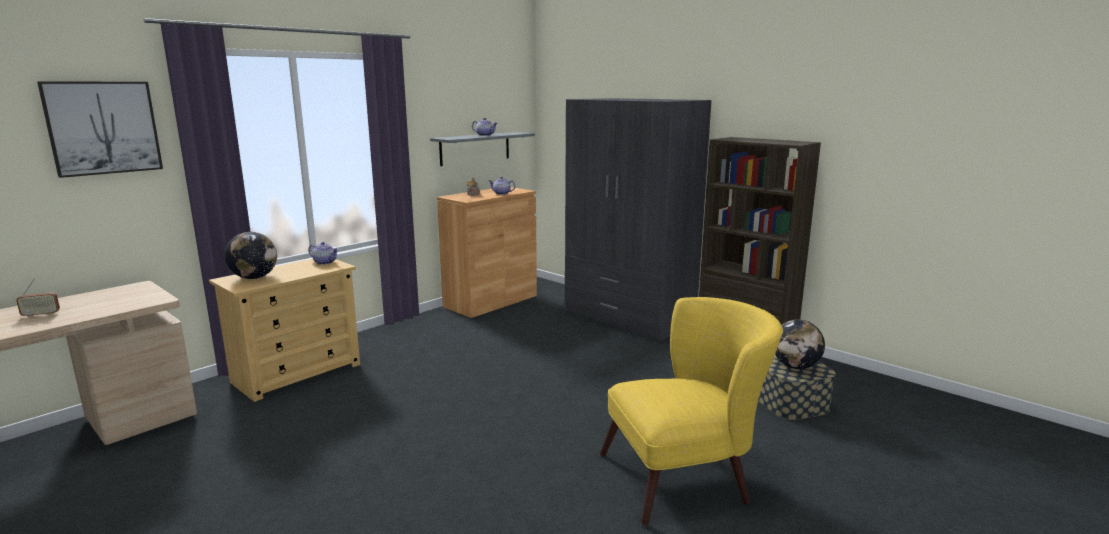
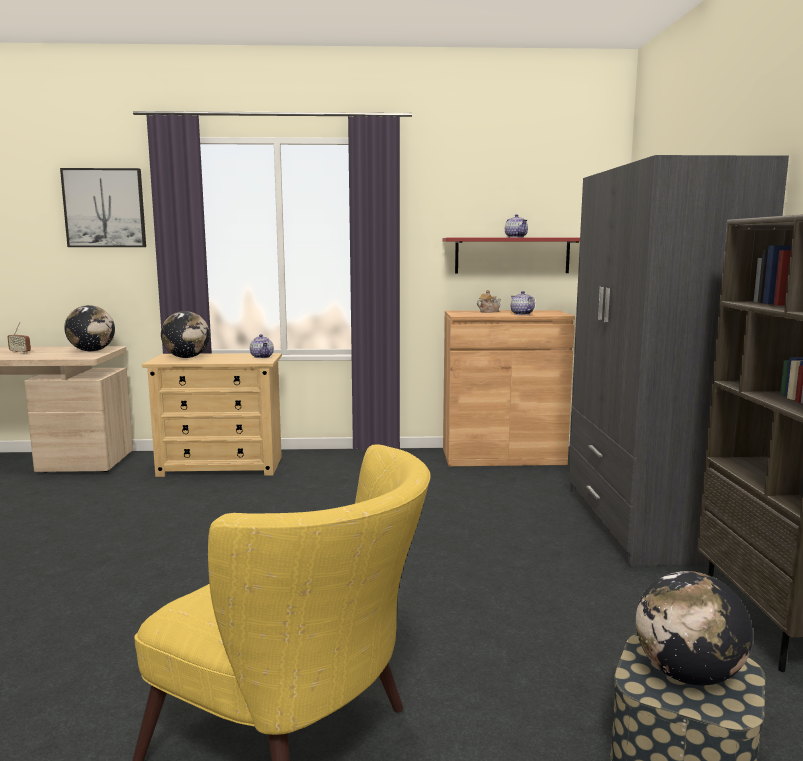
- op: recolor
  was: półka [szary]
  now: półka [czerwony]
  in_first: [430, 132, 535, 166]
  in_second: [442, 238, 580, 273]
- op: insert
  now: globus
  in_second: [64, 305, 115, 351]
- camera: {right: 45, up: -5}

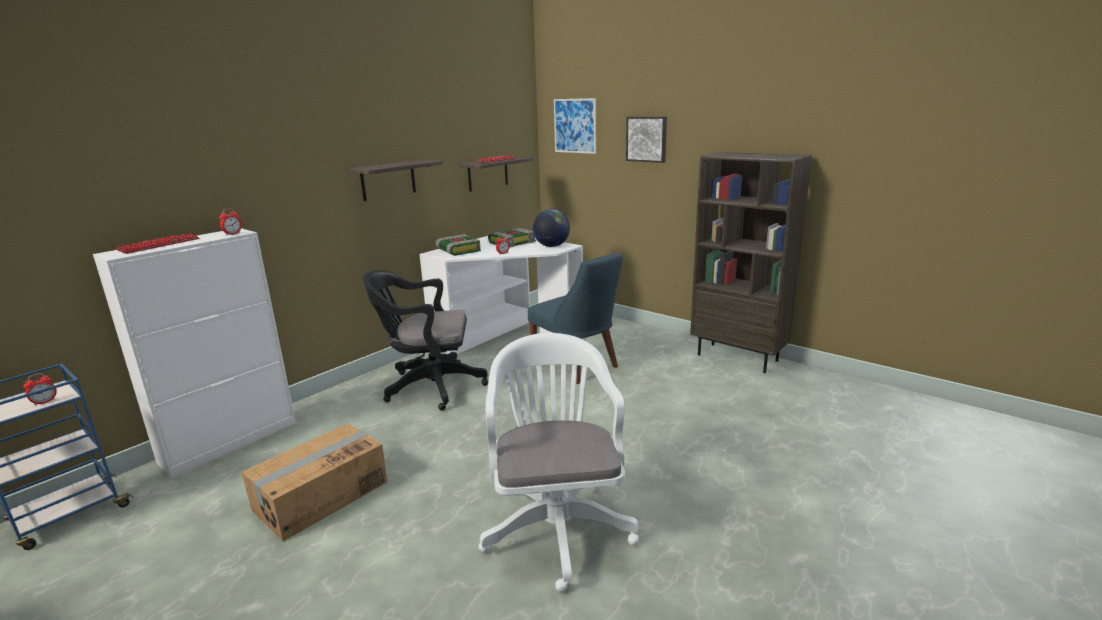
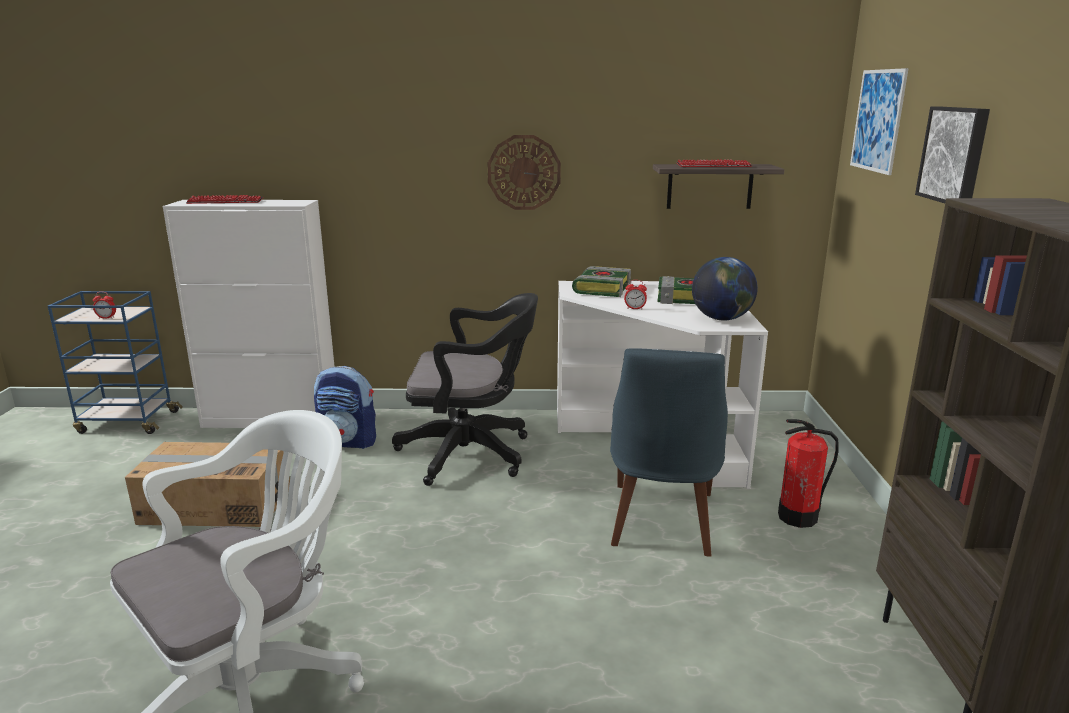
- op: delete
  was: budzik
  in_first: [219, 208, 242, 236]
- op: replace
  was: półka
  now: zegar ścienny
  in_first: [348, 160, 442, 201]
  in_second: [487, 135, 561, 210]
- op: rotate
  was: krzesło biurowe [czarny]
  in_first: [363, 270, 488, 411]
  in_second: [392, 293, 538, 486]
  clockwise: 135
- op: insert
  now: plecak
  in_second: [314, 366, 376, 449]
- op: insert
  now: gaśnica
  in_second: [778, 419, 839, 528]
- camera: {right: 50, up: 0}

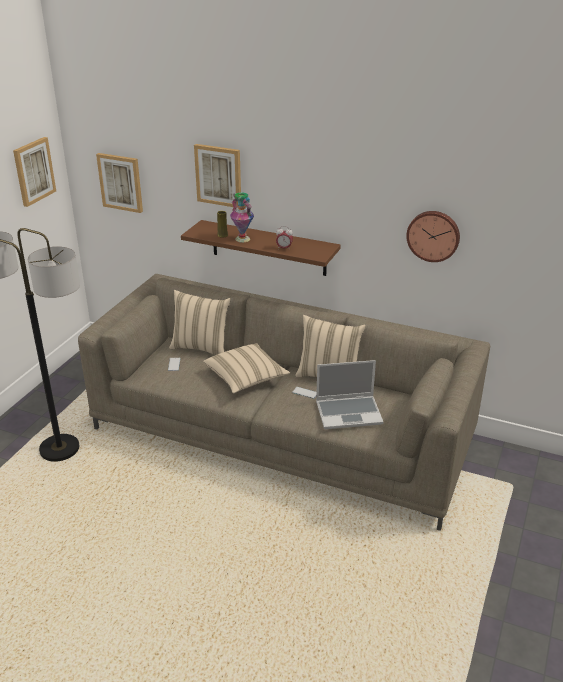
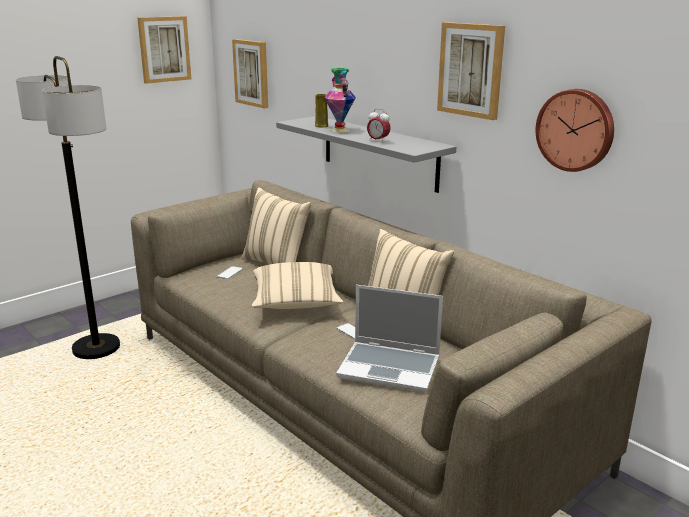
- op: recolor
  was: półka [brązowy]
  now: półka [szary]
  in_first: [181, 220, 341, 276]
  in_second: [276, 116, 456, 193]
- op: move
  was: obraz
  in_first: [194, 144, 241, 207]
  in_second: [437, 22, 505, 120]
- camera: {right: 25, up: -10}

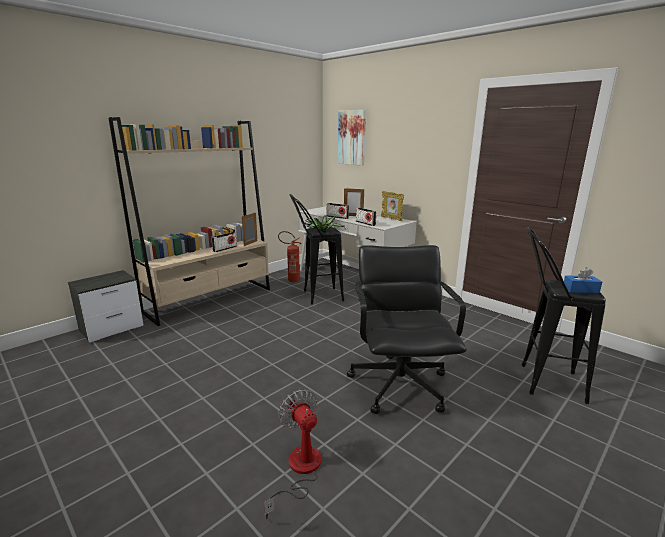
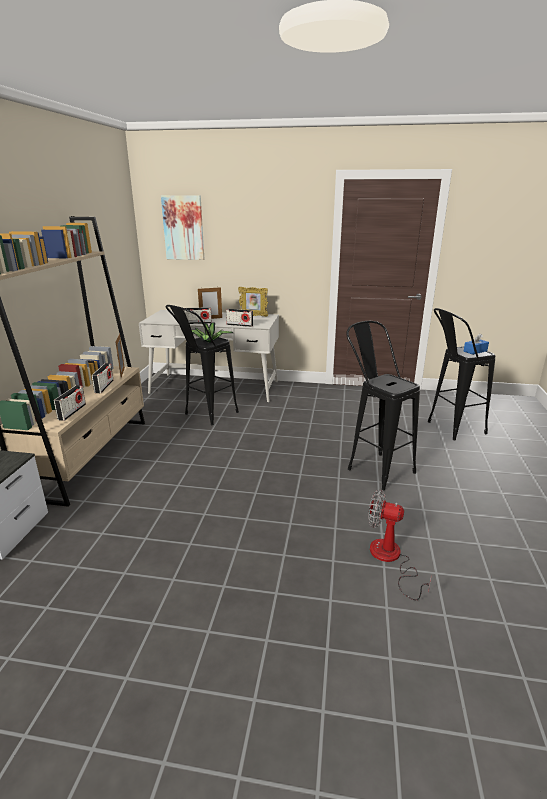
- op: delete
  was: gaśnica
  in_first: [278, 231, 301, 282]
- op: replace
  was: krzesło biurowe [czarny]
  now: stołek [czarny]
  in_first: [347, 245, 467, 414]
  in_second: [346, 321, 420, 490]
- op: insert
  now: radio
  in_second: [54, 385, 86, 421]
- camera: {right: -35, up: 5}

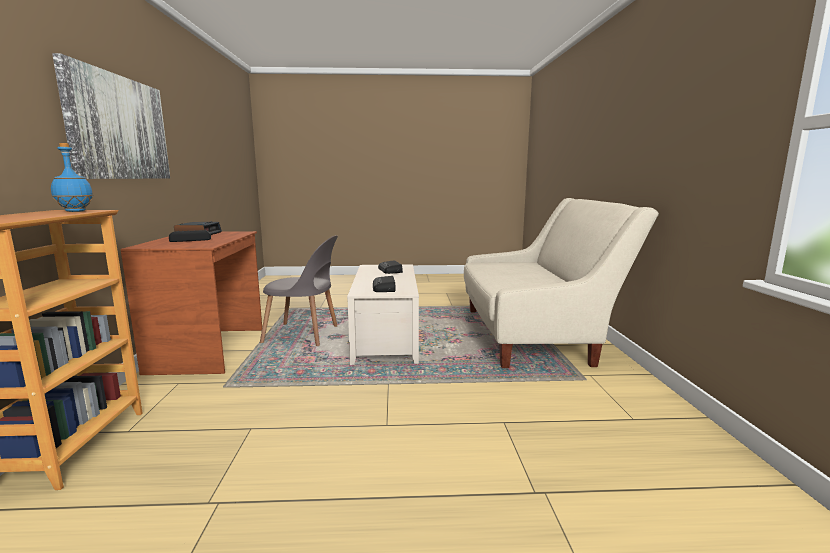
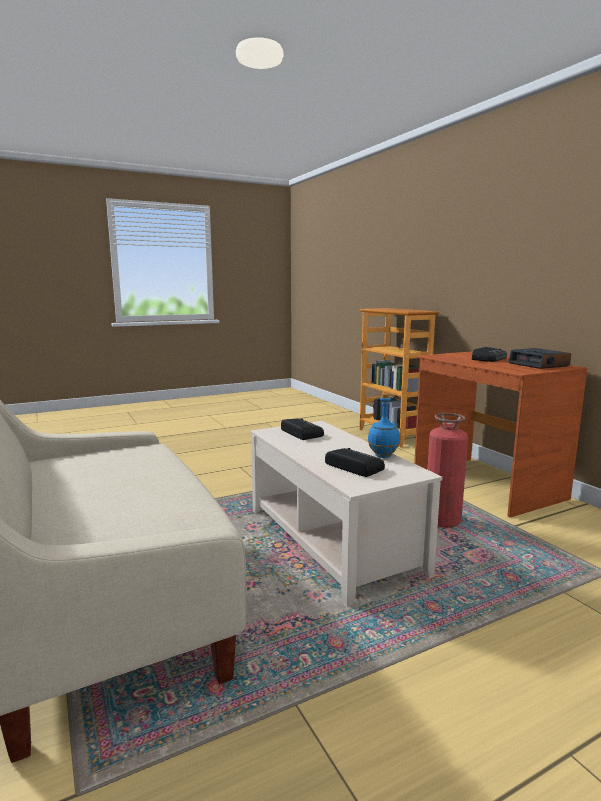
- op: move
  was: butelka [niebieski]
  in_first: [51, 143, 93, 212]
  in_second: [368, 393, 400, 458]
- op: delete
  was: obraz
  in_first: [52, 53, 170, 179]
- op: replace
  was: krzesło [szary]
  now: gaśnica
  in_first: [260, 235, 338, 346]
  in_second: [427, 413, 468, 528]
- camera: {right: 155, up: 0}

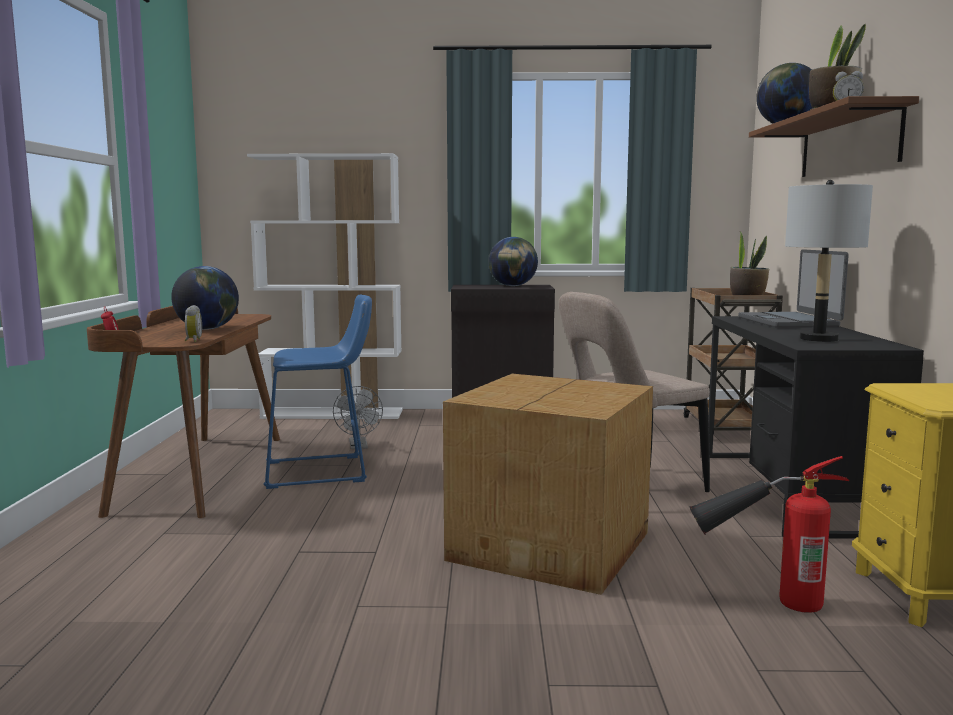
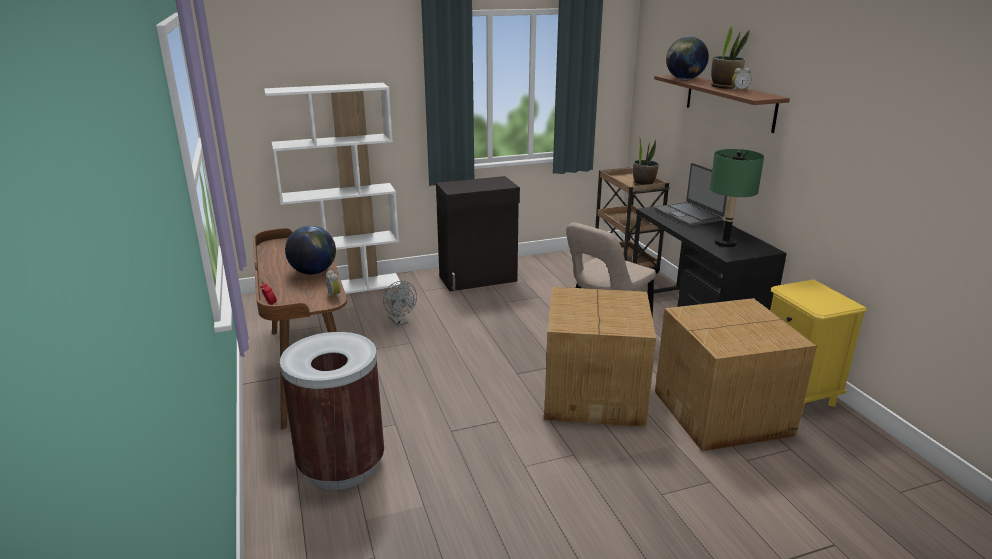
- op: delete
  was: stołek [niebieski]
  in_first: [264, 294, 372, 489]
- op: delete
  was: globus
  in_first: [488, 237, 538, 286]
- op: replace
  was: gaśnica
  now: karton
  in_first: [689, 456, 849, 613]
  in_second: [655, 298, 817, 451]
- op: recolor
  was: lampa stołowa [szary]
  now: lampa stołowa [zielony]
  in_first: [785, 180, 873, 342]
  in_second: [710, 149, 764, 247]
- op: insert
  now: kosz na śmieci [brązowy]
  in_second: [280, 332, 384, 490]
- camera: {right: -20, up: 15}

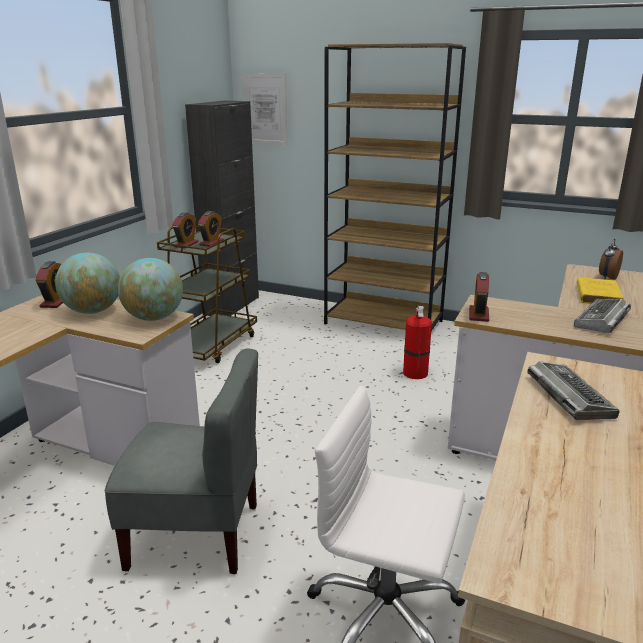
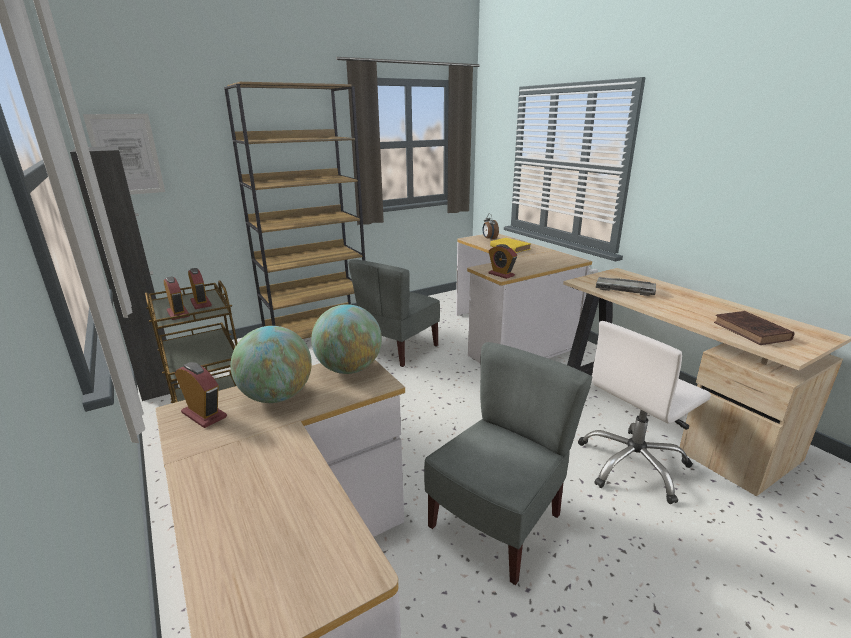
- op: replace
  was: gaśnica
  now: krzesło [szary]
  in_first: [403, 305, 432, 379]
  in_second: [348, 259, 440, 367]
- op: delete
  was: klawiatura
  in_first: [574, 299, 631, 333]
- op: insert
  now: książka [brązowy]
  in_second: [714, 311, 794, 345]
- camera: {right: -55, up: 0}

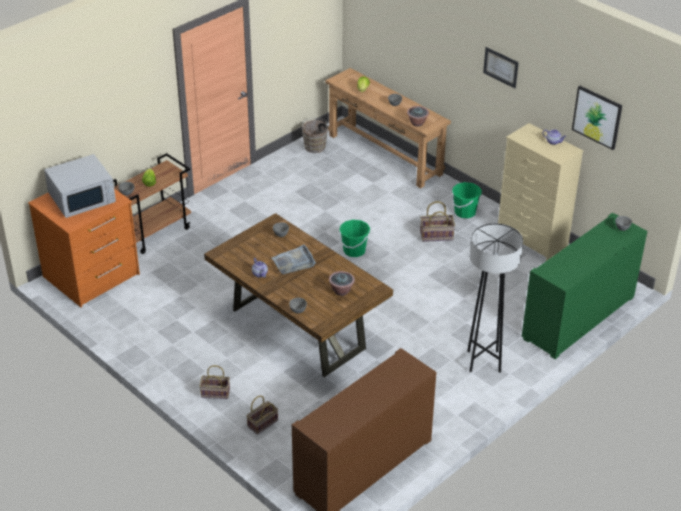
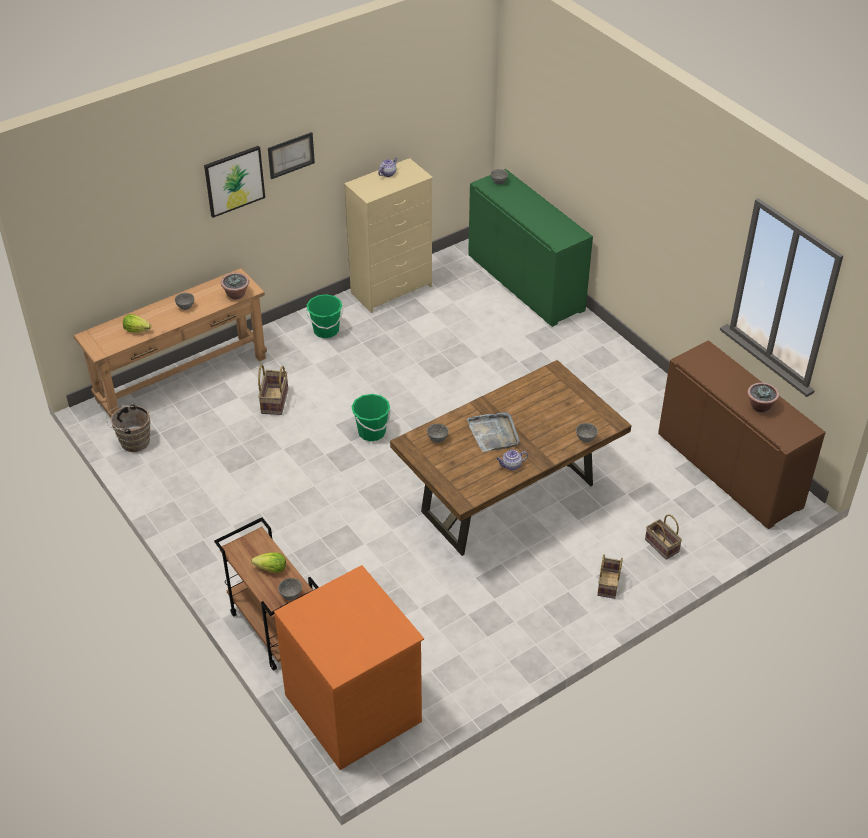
- op: delete
  was: mikrofalówka [biały]
  in_first: [44, 154, 116, 218]
- op: move
  was: roślina doniczkowa
  in_first: [329, 271, 355, 296]
  in_second: [747, 382, 779, 412]
- op: move
  was: koszyk
  in_first: [420, 201, 455, 242]
  in_second: [258, 364, 288, 415]
- op: delete
  was: lampa stojąca [szary]
  in_first: [467, 223, 523, 373]
- op: move
  was: obraz
  in_first: [572, 86, 622, 150]
  in_second: [204, 146, 265, 218]
- camera: {right: -80, up: 5}

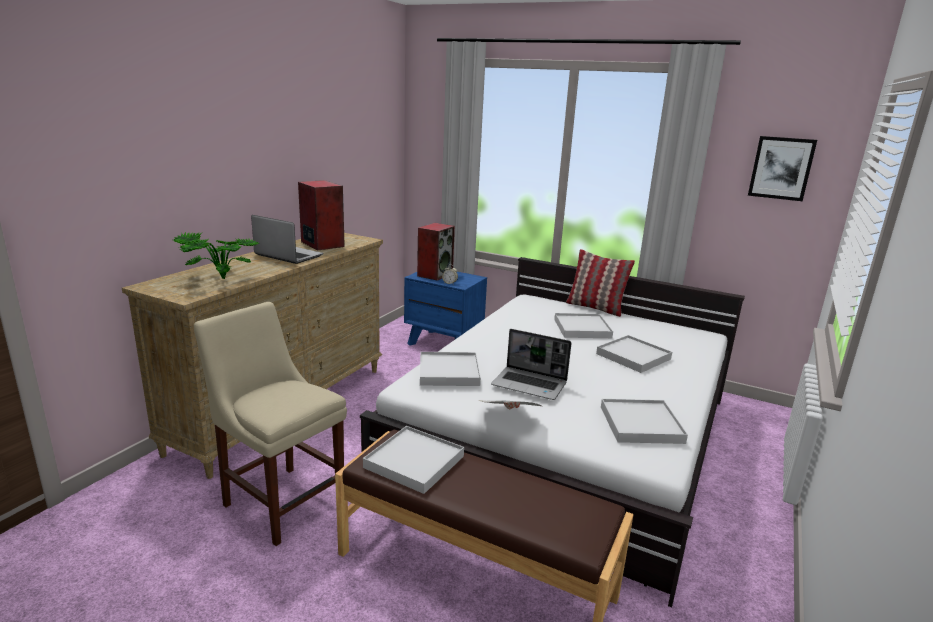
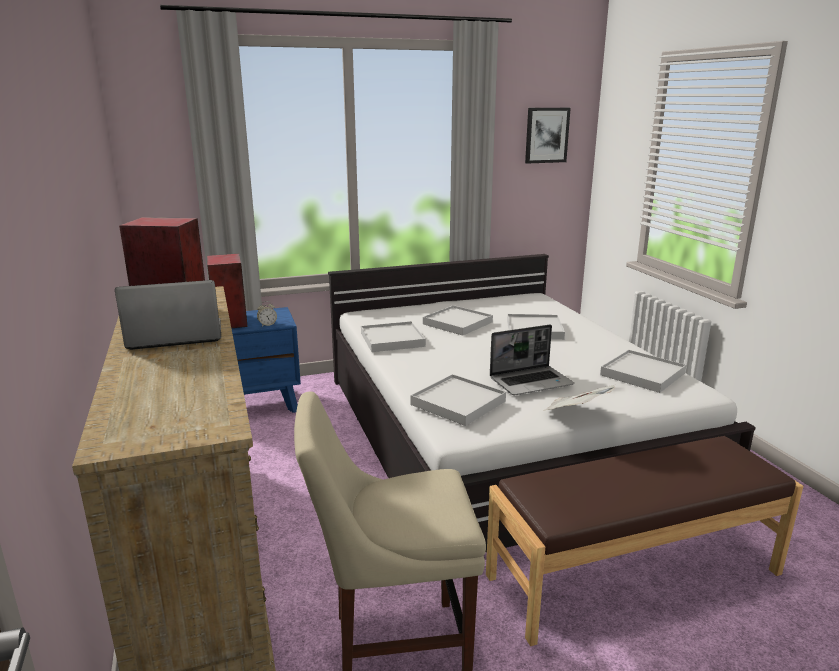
- op: delete
  was: roślina doniczkowa
  in_first: [172, 232, 259, 279]
- op: move
  was: taca [biały]
  in_first: [363, 426, 464, 494]
  in_second: [361, 321, 426, 352]
- op: delete
  was: poduszka
  in_first: [566, 249, 635, 317]
- camera: {right: -45, up: 0}

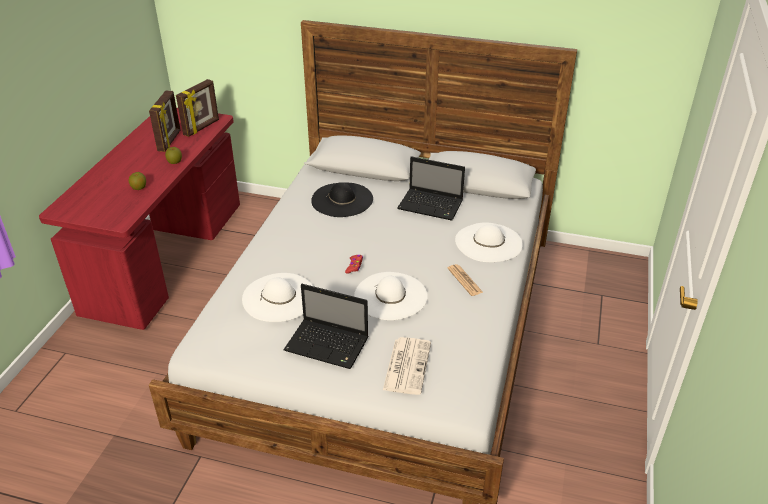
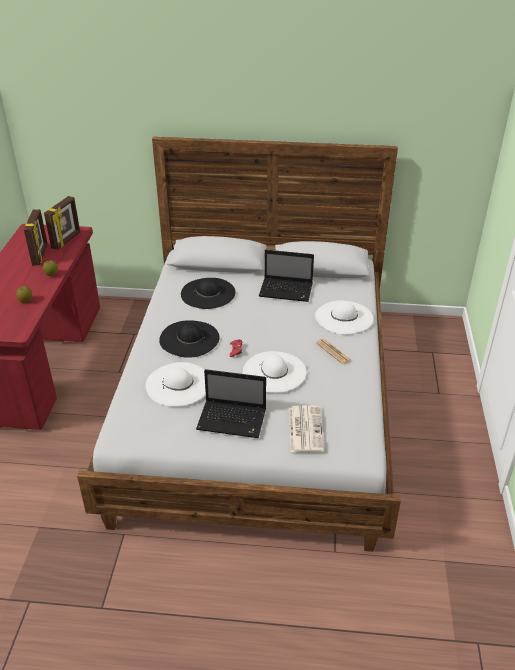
- op: insert
  now: kapelusz [czarny]
  in_second: [159, 320, 220, 358]
- camera: {right: -10, up: 0}

